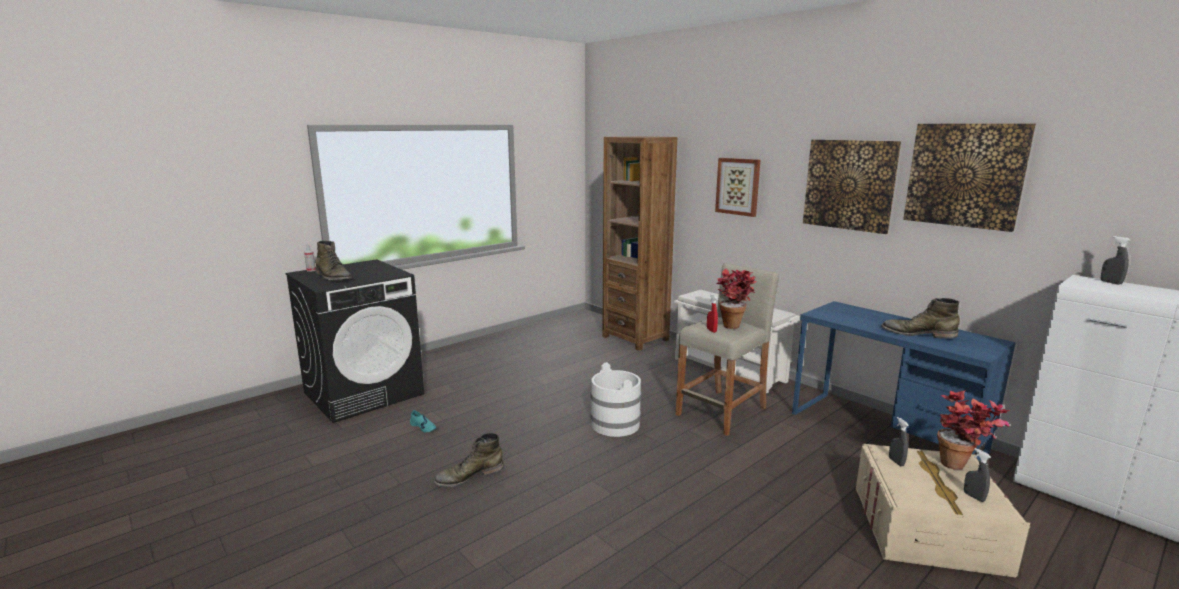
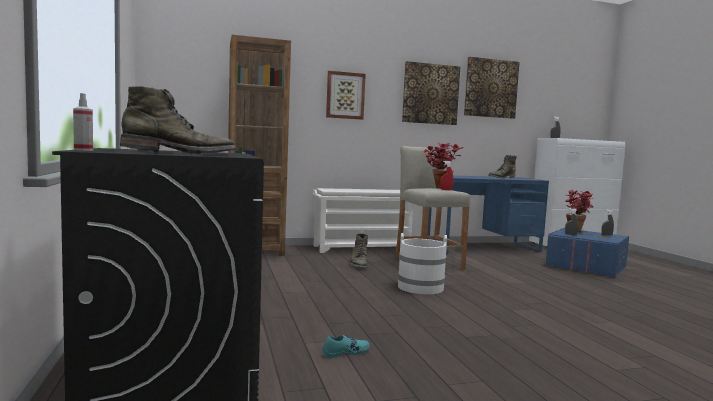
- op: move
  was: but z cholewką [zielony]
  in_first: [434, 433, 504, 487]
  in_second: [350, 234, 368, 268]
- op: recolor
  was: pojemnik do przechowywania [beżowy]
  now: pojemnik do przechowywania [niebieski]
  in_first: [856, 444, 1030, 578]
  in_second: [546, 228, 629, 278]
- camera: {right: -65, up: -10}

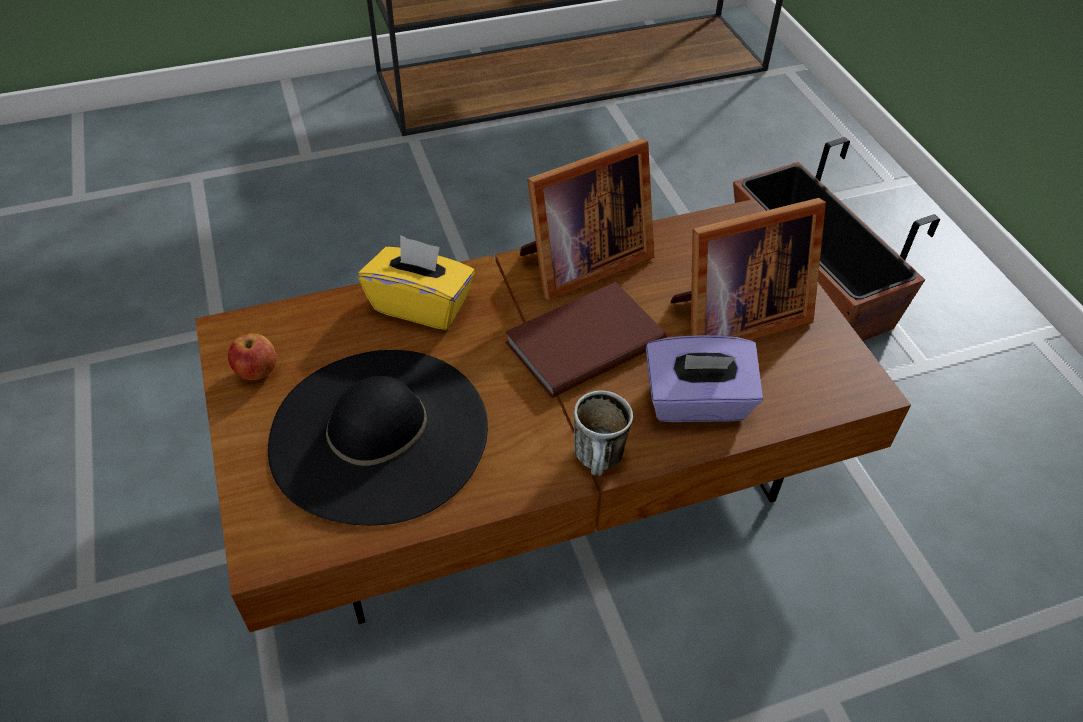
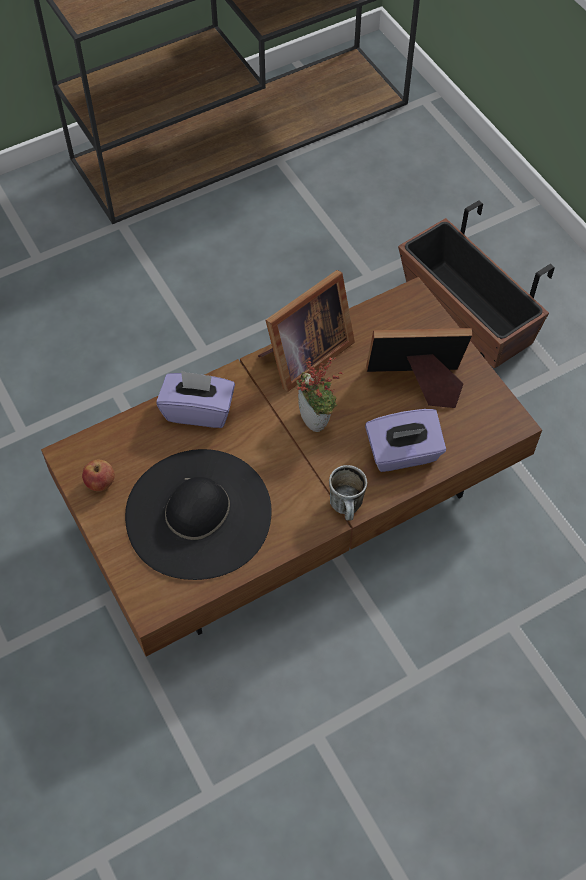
- op: recolor
  was: pudełko chusteczek [żółty]
  now: pudełko chusteczek [fioletowy]
  in_first: [358, 235, 475, 330]
  in_second: [156, 370, 235, 428]
- op: replace
  was: książka [brązowy]
  now: roślina doniczkowa
  in_first: [505, 282, 667, 398]
  in_second: [296, 356, 343, 432]
- op: rotate
  was: ramka na zdjęcie
  in_first: [670, 198, 826, 340]
  in_second: [366, 328, 472, 408]
  clockwise: -150
- camera: {right: -10, up: 10}

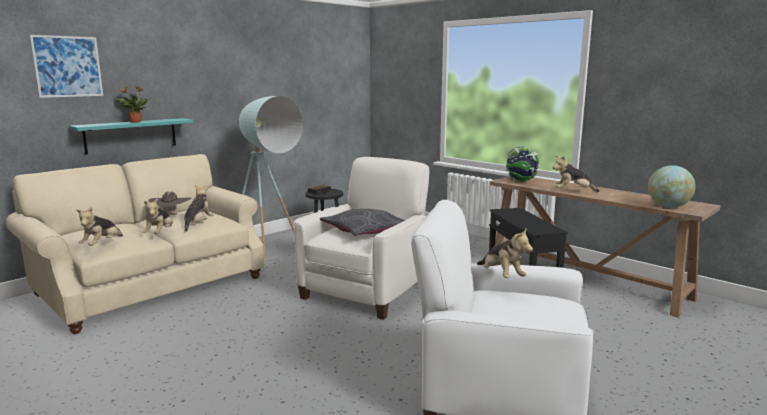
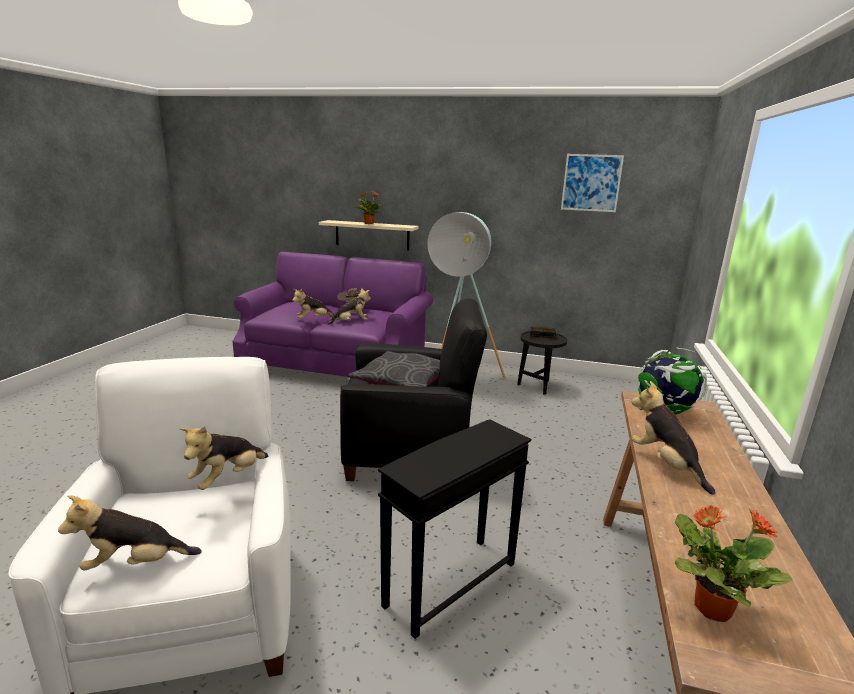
- op: recolor
  was: kanapa [beżowy]
  now: kanapa [fioletowy]
  in_first: [6, 154, 264, 334]
  in_second: [232, 252, 433, 377]
- op: move
  was: obraz
  in_first: [30, 35, 103, 98]
  in_second: [561, 154, 624, 212]
- op: recolor
  was: półka [turkusowy]
  now: półka [beżowy]
  in_first: [69, 118, 193, 155]
  in_second: [319, 220, 419, 251]
- op: move
  was: pluszak
  in_first: [76, 207, 123, 246]
  in_second: [58, 495, 202, 570]
- op: recolor
  was: fotel [biały]
  now: fotel [czarny]
  in_first: [294, 157, 429, 320]
  in_second: [340, 298, 487, 481]
- op: replace
  was: globus
  now: roślina doniczkowa
  in_first: [648, 165, 696, 208]
  in_second: [675, 505, 793, 622]
- camera: {right: 60, up: 5}

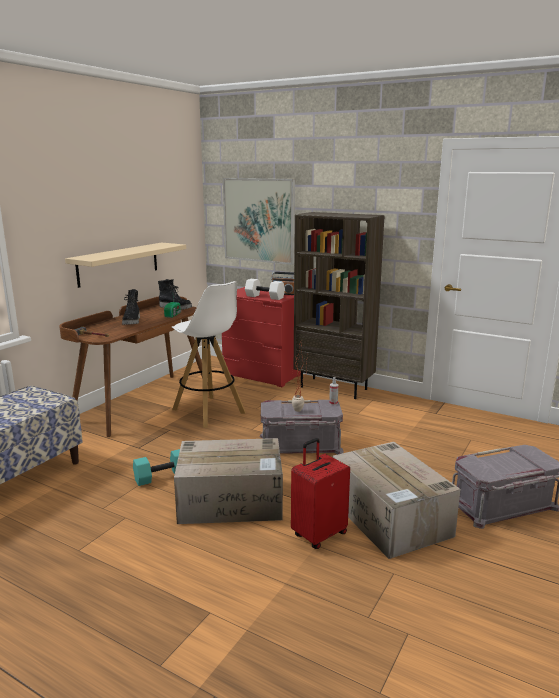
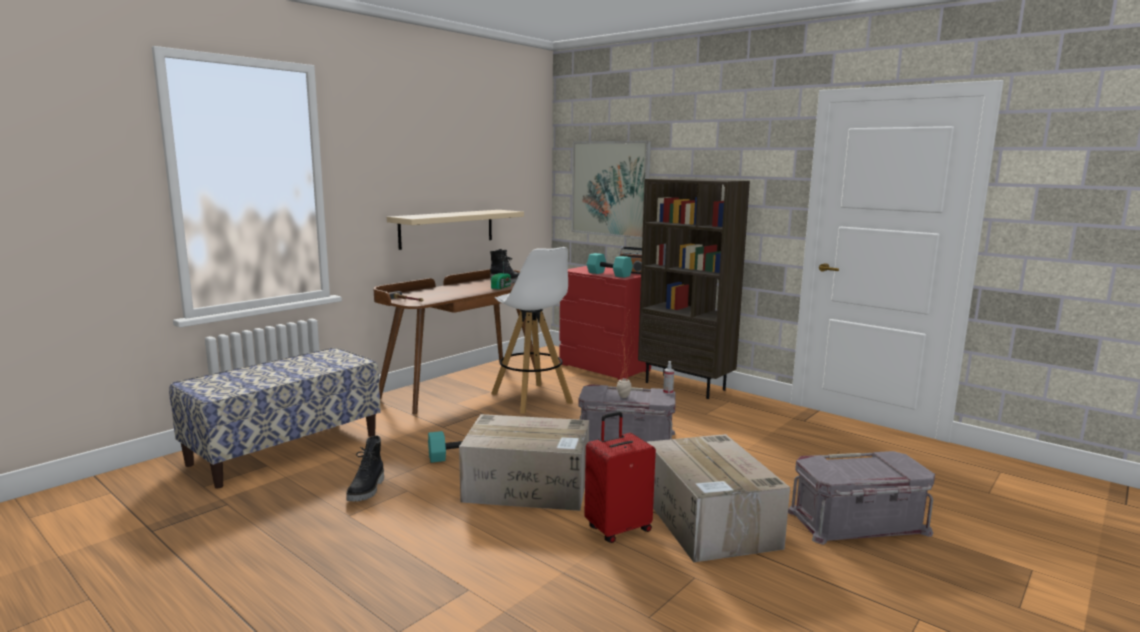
- op: move
  was: but z cholewką [czarny]
  in_first: [122, 289, 140, 325]
  in_second: [346, 435, 384, 502]
- op: recolor
  was: hantel [biały]
  now: hantel [turkusowy]
  in_first: [245, 279, 285, 300]
  in_second: [587, 253, 633, 278]
- camera: {right: 10, up: -5}

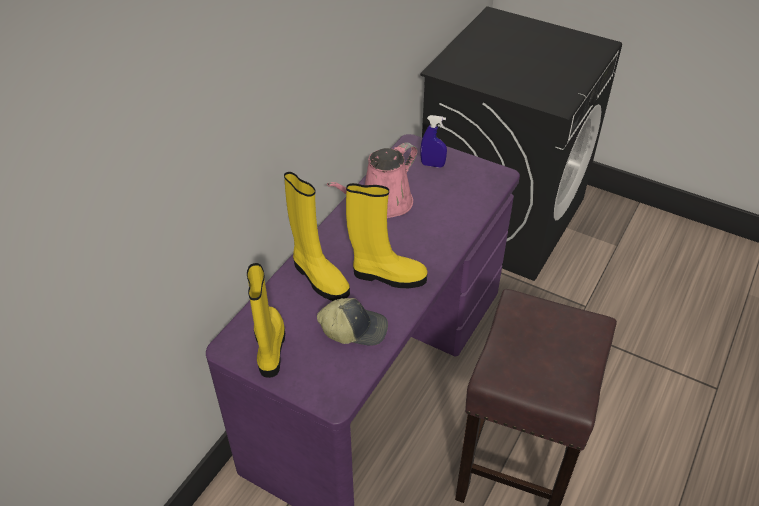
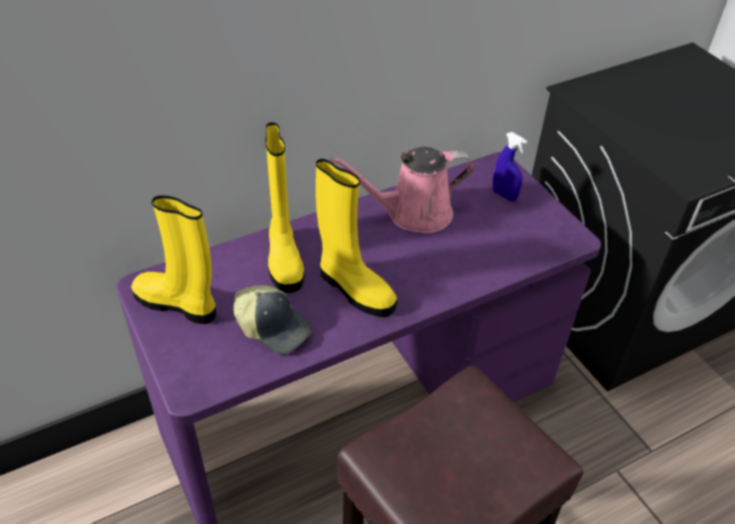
- op: rotate
  was: but z cholewką [żółty]
  in_first: [247, 263, 285, 378]
  in_second: [131, 195, 216, 324]
  clockwise: -90
- camera: {right: 30, up: 0}

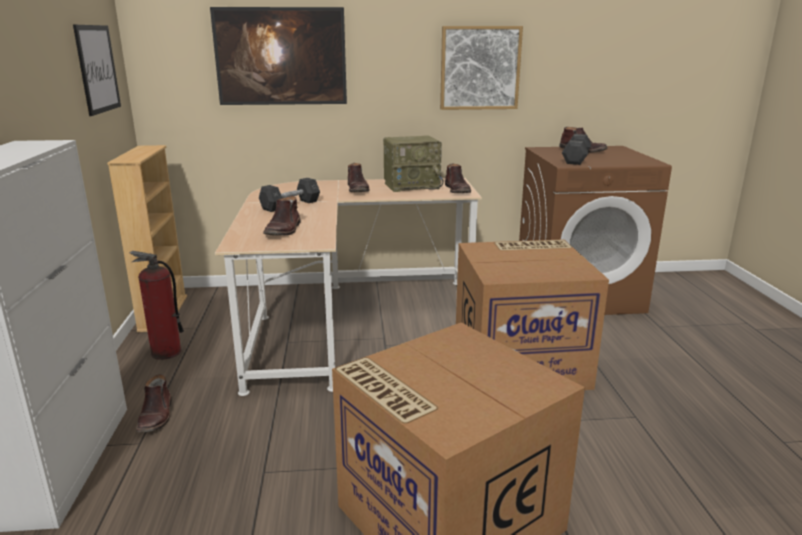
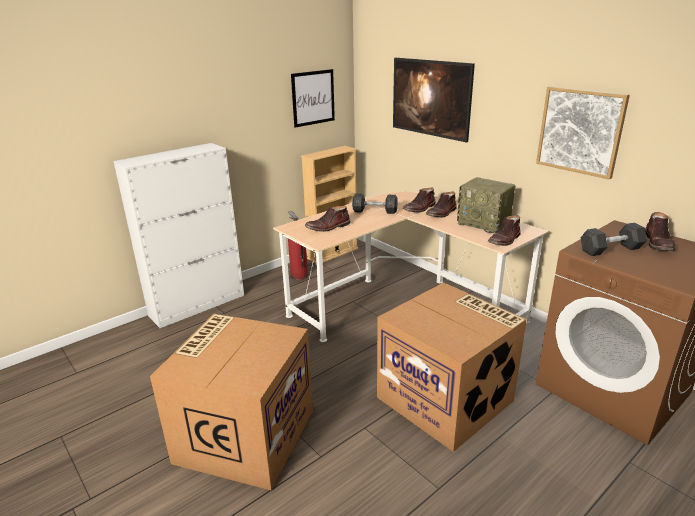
- op: move
  was: but z cholewką [brązowy]
  in_first: [136, 374, 172, 432]
  in_second: [403, 187, 436, 213]
- camera: {right: 55, up: 5}

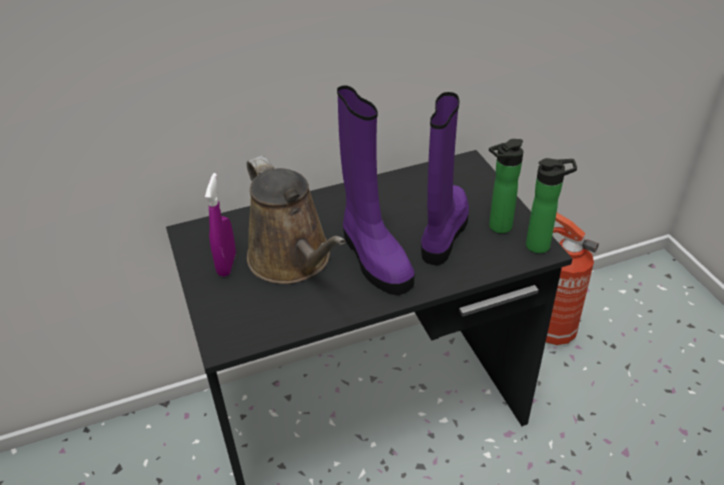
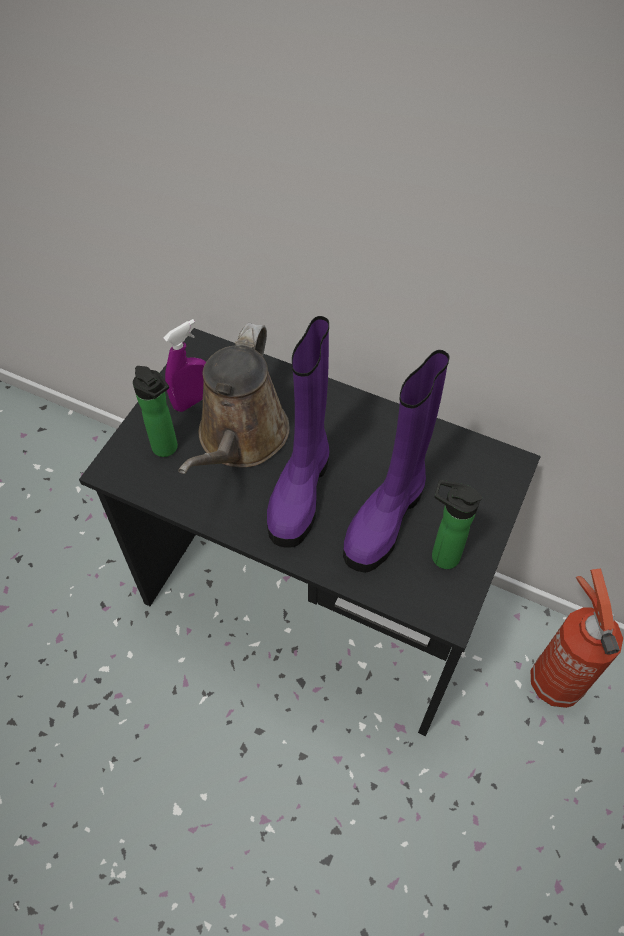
- op: rotate
  was: but z cholewką [fioletowy]
  in_first: [421, 92, 469, 265]
  in_second: [343, 350, 450, 573]
  clockwise: 150
- op: move
  was: butelka
  in_first: [526, 158, 577, 253]
  in_second: [133, 366, 178, 457]
- camera: {right: 45, up: 15}

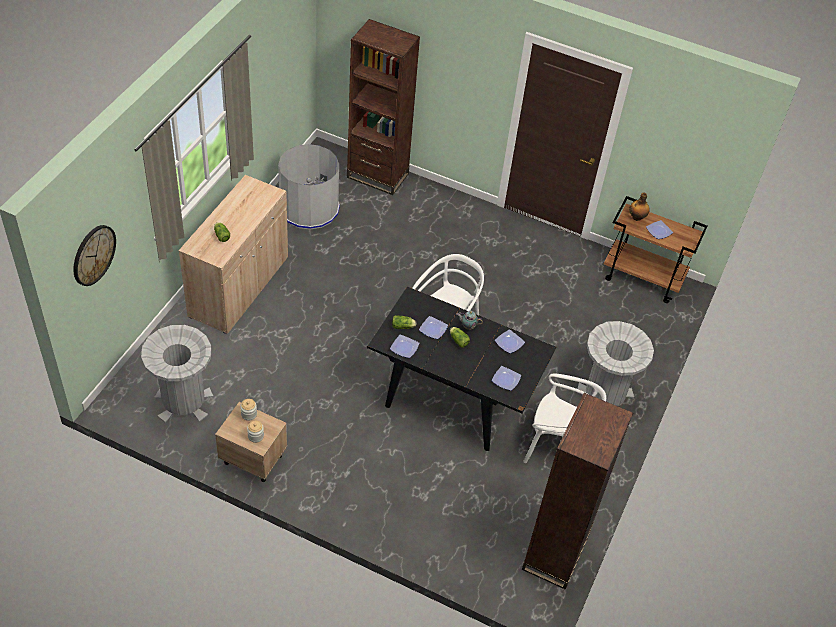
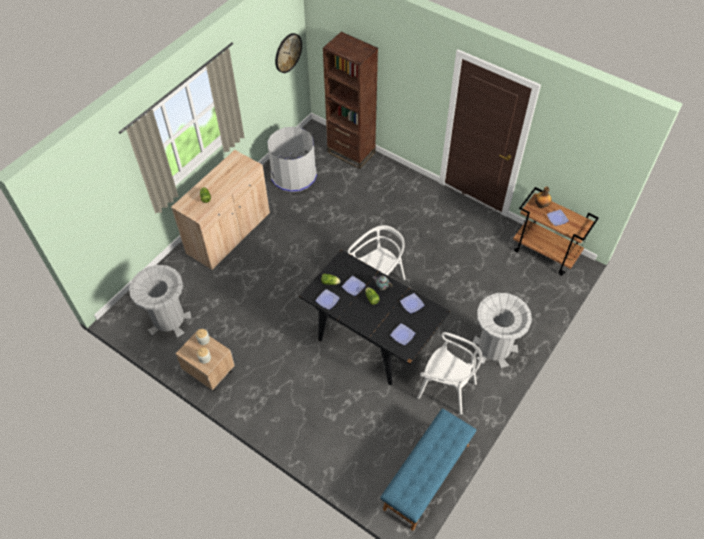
- op: move
  was: zegar ścienny
  in_first: [74, 225, 116, 286]
  in_second: [275, 33, 302, 73]
- op: replace
  was: regał [brązowy]
  now: ławka [niebieski]
  in_first: [522, 393, 633, 590]
  in_second: [380, 408, 477, 531]
- camera: {right: 15, up: 5}

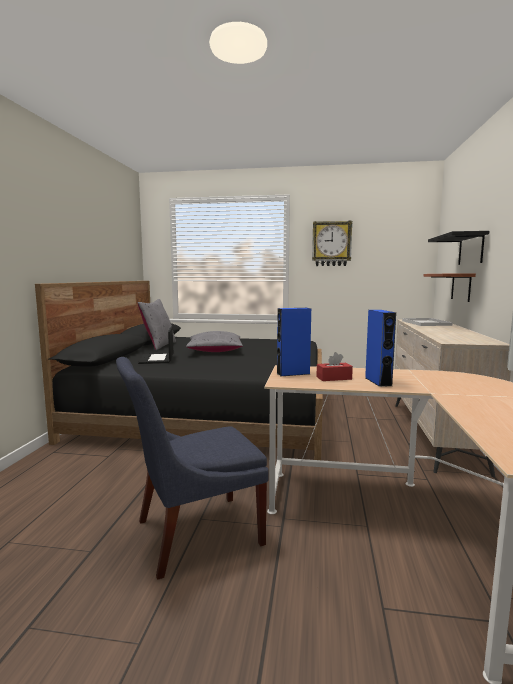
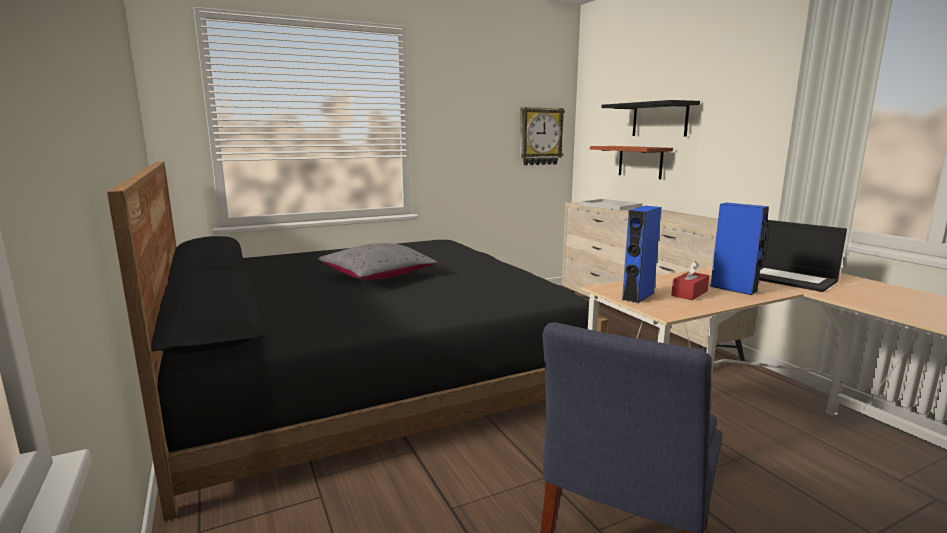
- op: delete
  was: poduszka [szary]
  in_first: [138, 299, 176, 350]
- op: move
  was: laptop
  in_first: [138, 326, 173, 364]
  in_second: [759, 220, 847, 292]
- op: move
  was: zegar ścienny
  in_first: [312, 221, 353, 266]
  in_second: [519, 107, 565, 165]
- camera: {right: -35, up: 5}

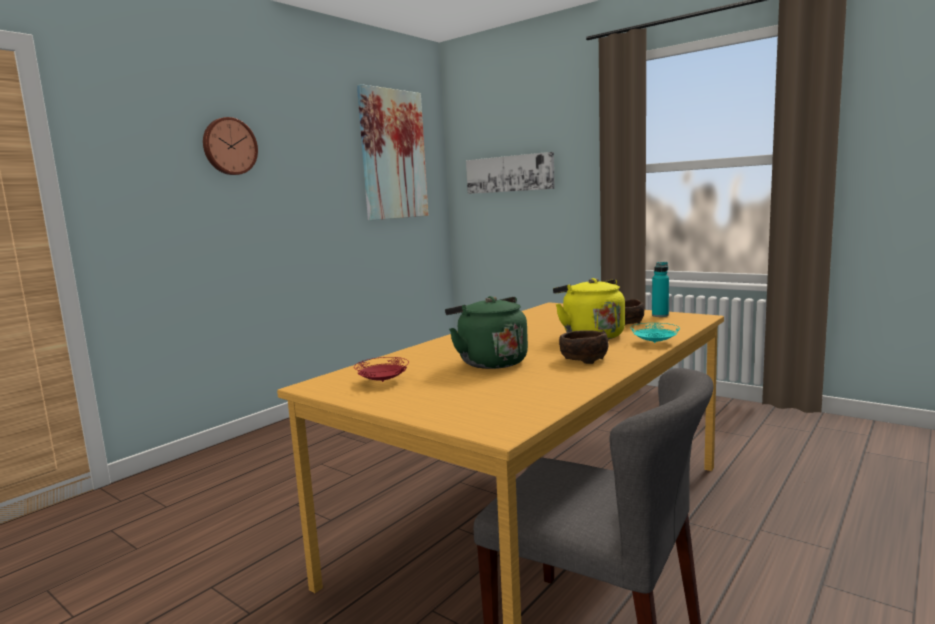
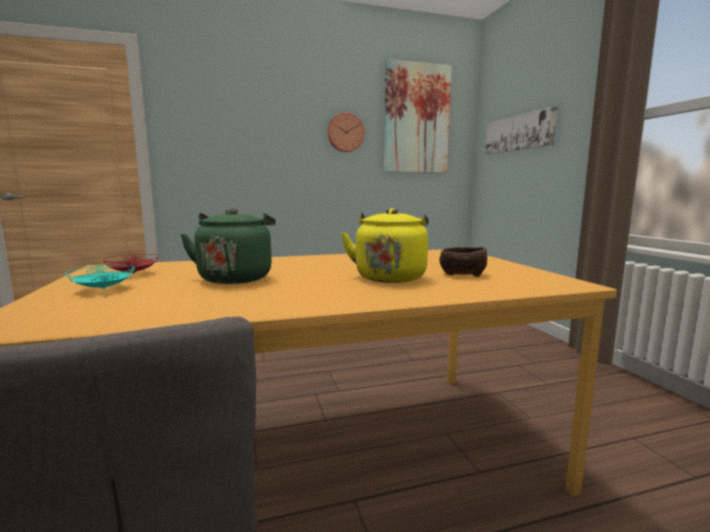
- op: move
  was: zegar ścienny
  in_first: [203, 117, 258, 175]
  in_second: [327, 112, 365, 152]
- op: delete
  was: miska [brązowy]
  in_first: [559, 330, 608, 364]
- op: move
  was: talerz [turkusowy]
  in_first: [630, 323, 680, 343]
  in_second: [65, 265, 135, 290]
- op: delete
  was: butelka [turkusowy]
  in_first: [652, 262, 669, 317]
- camera: {right: 35, up: 0}

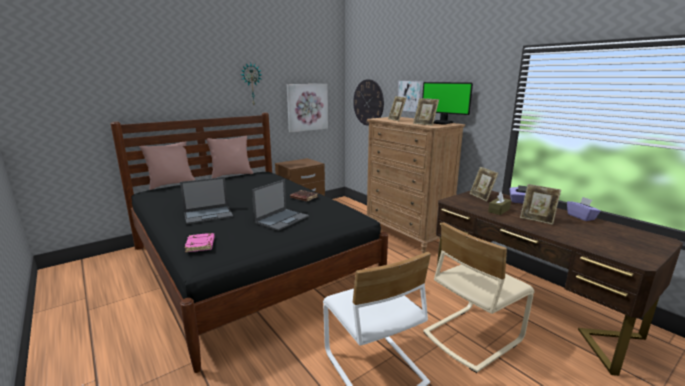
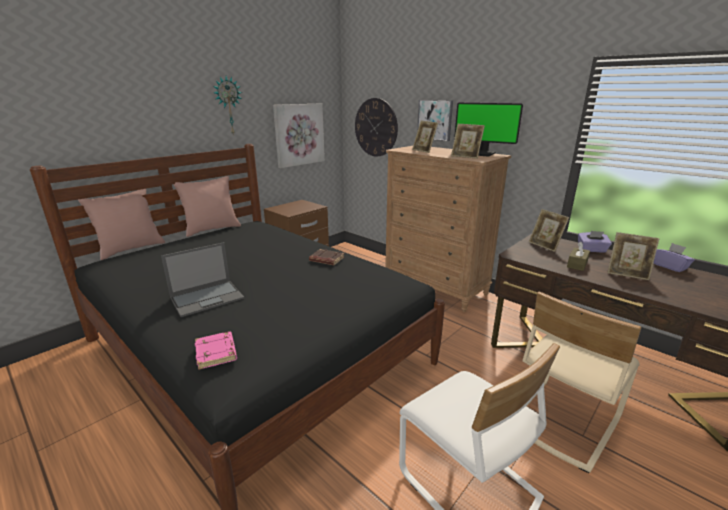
- op: delete
  was: laptop
  in_first: [252, 179, 309, 231]
- camera: {right: -10, up: 5}

